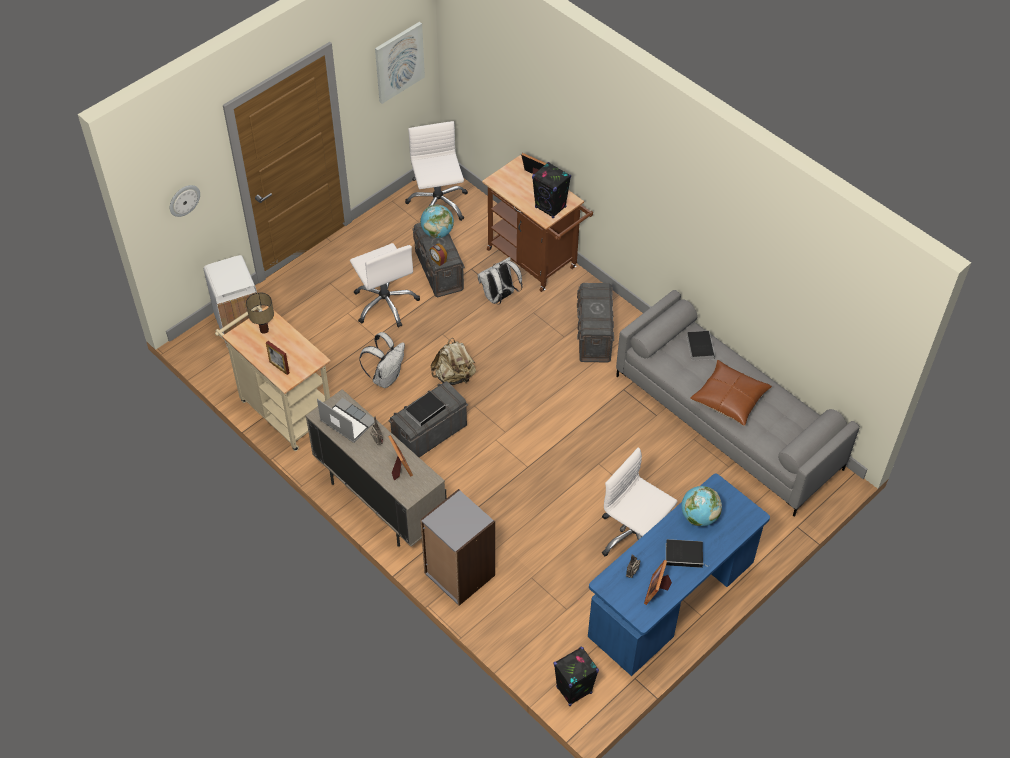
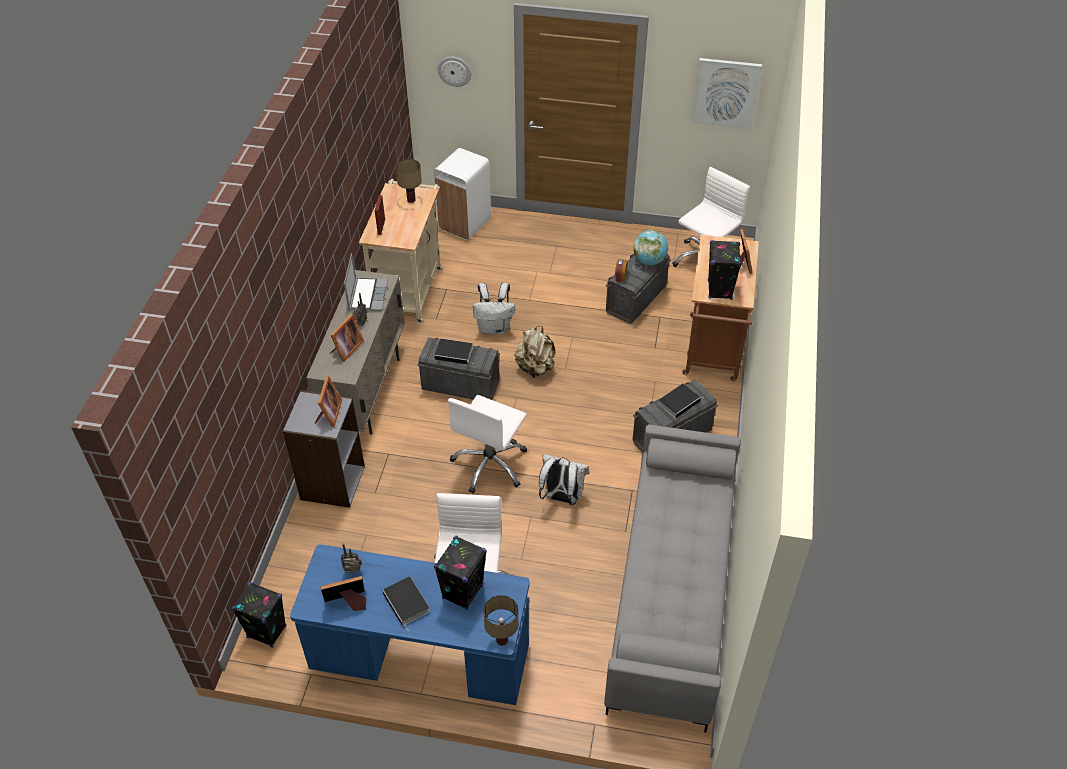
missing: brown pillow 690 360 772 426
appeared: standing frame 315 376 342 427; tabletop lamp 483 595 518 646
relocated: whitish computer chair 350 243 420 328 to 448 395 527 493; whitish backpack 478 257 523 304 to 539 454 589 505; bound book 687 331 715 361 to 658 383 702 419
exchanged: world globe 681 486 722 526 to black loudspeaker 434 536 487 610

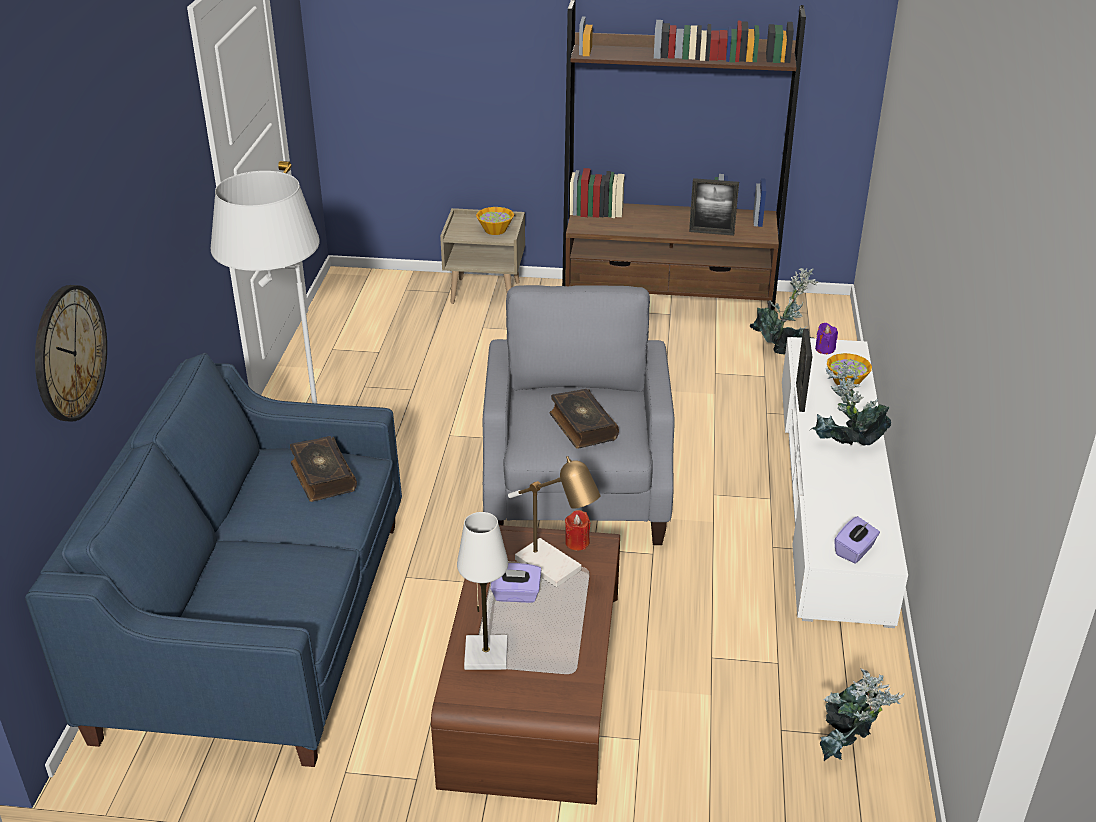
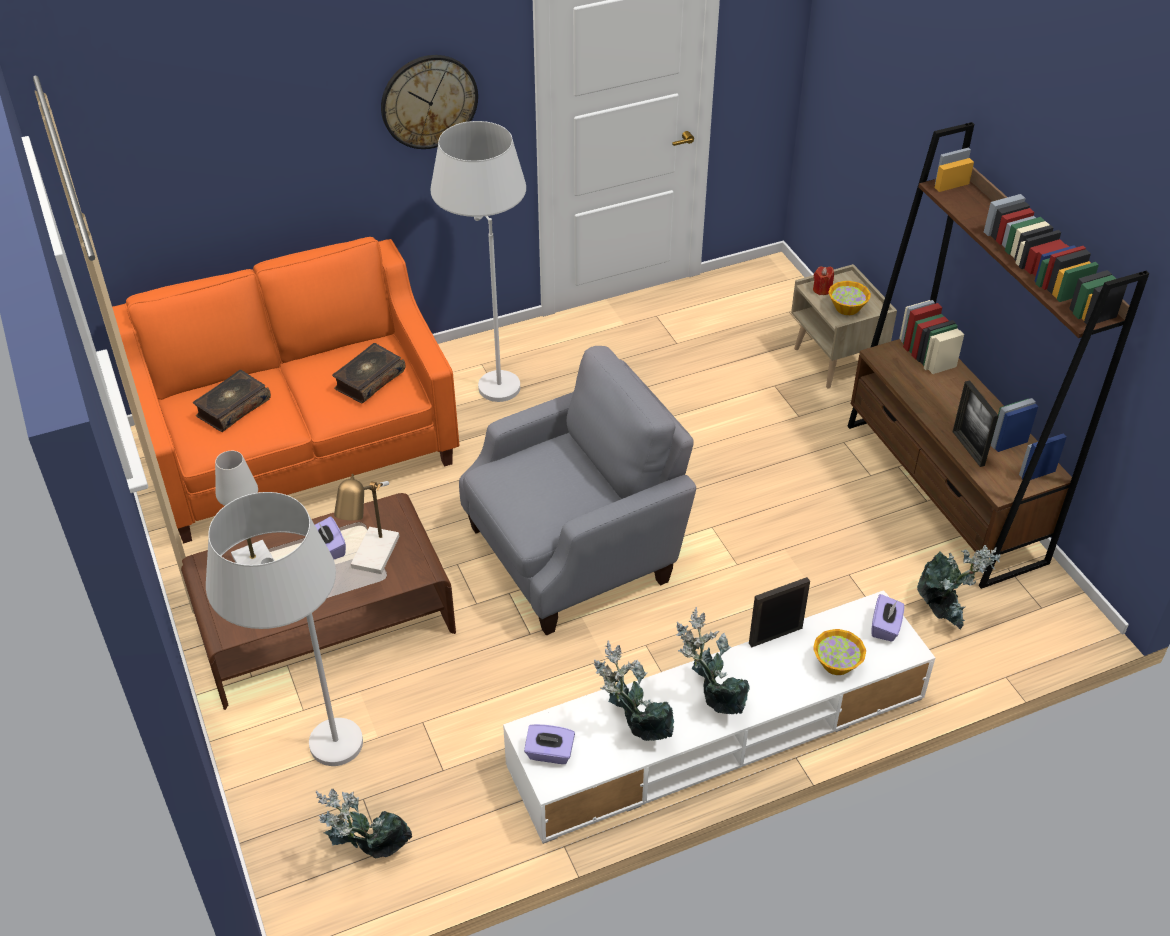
appeared: whitish standing lamp 206 492 363 766; plant in a pot 593 640 674 741
relocated: wall clock 35 285 107 422 to 381 55 478 149; bound book 550 389 619 449 to 193 370 271 432; red-coloured wax light 565 510 590 550 to 813 266 834 295
exchanged: purple wax light 815 323 838 354 to purple box of tissues 871 594 904 642
colour: blue-coloured settee 25 353 402 767 to orange settee 112 237 459 543

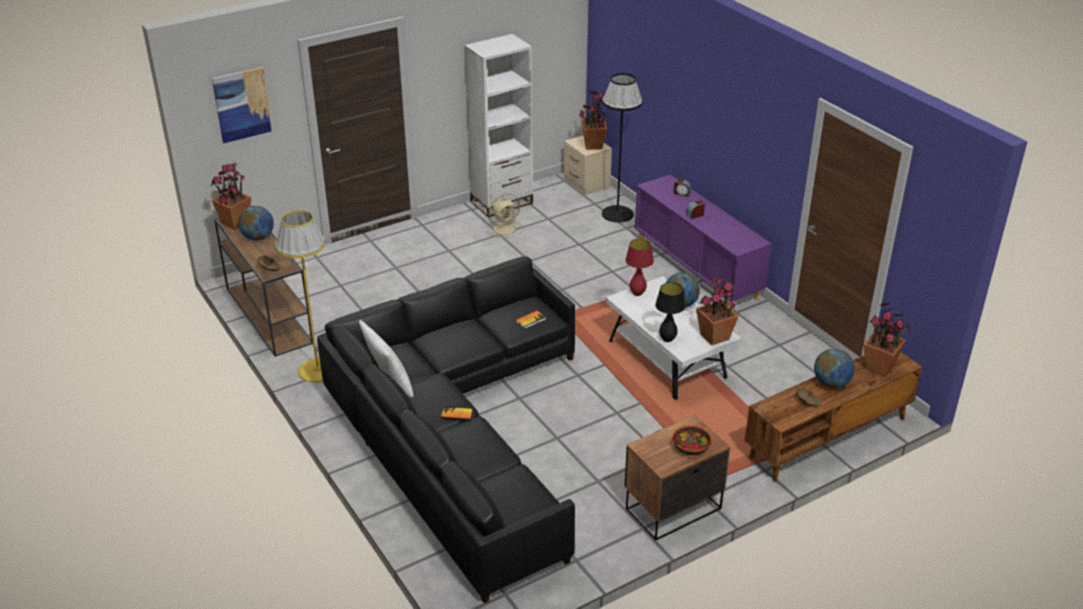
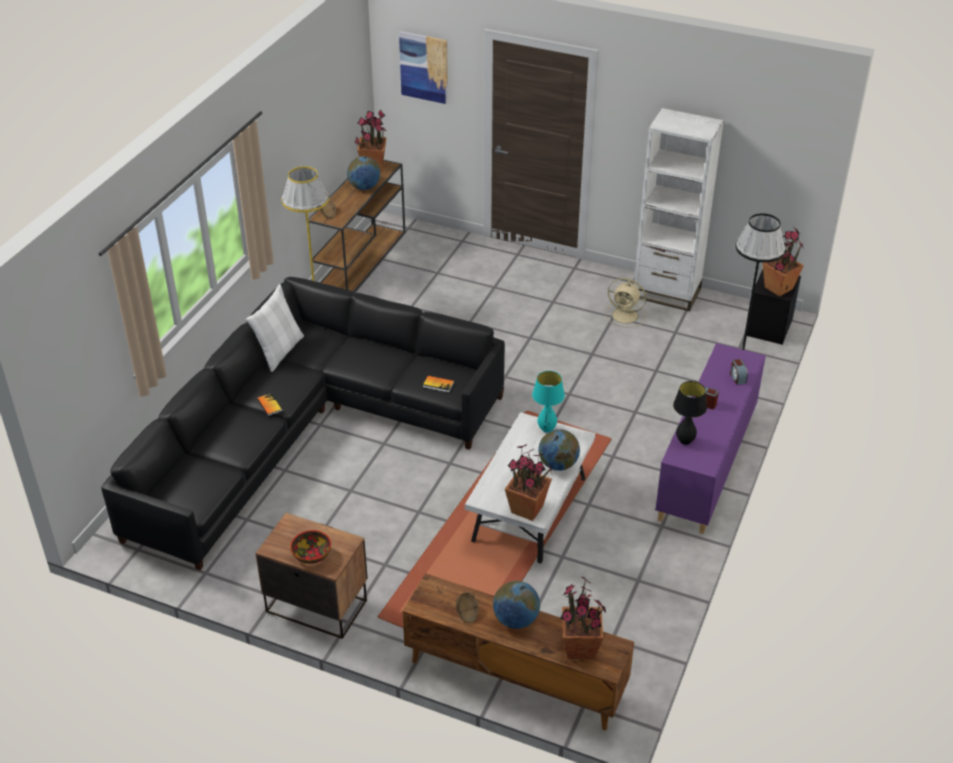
relocated: black tabletop lamp 655 283 685 342 to 673 381 707 445
colour: beige-coloured bedside table 564 135 612 195 to black bedside table 747 269 801 345; red-coloured tabletop lamp 625 239 654 296 to blue-green tabletop lamp 532 371 565 432

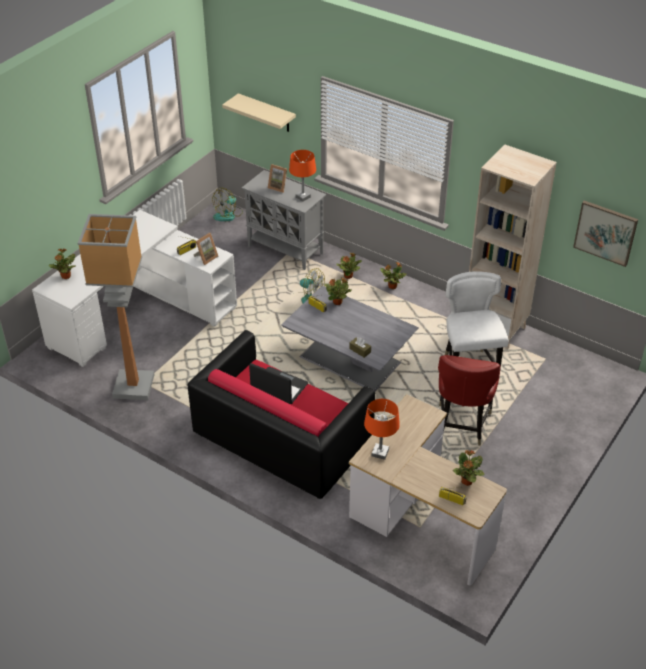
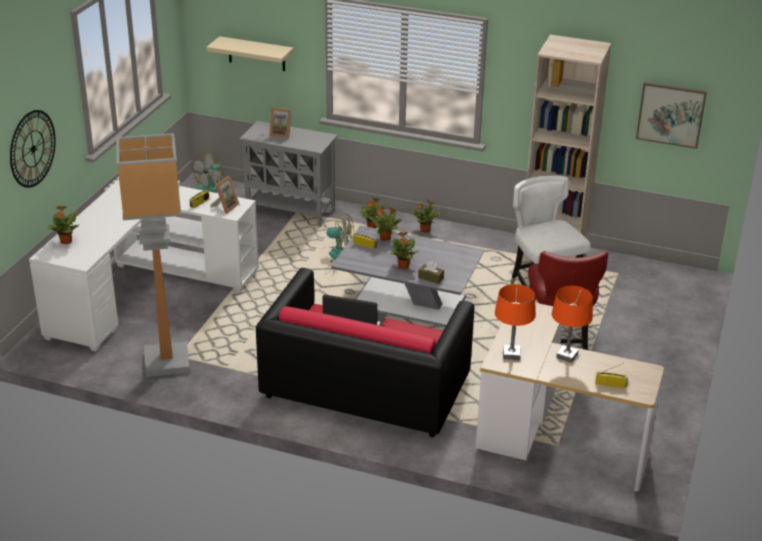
appeared: wall clock 10 110 56 188
relocated: orange tabletop lamp 289 150 316 201 to 551 286 593 363; plant in a pot 453 450 484 486 to 389 232 419 269

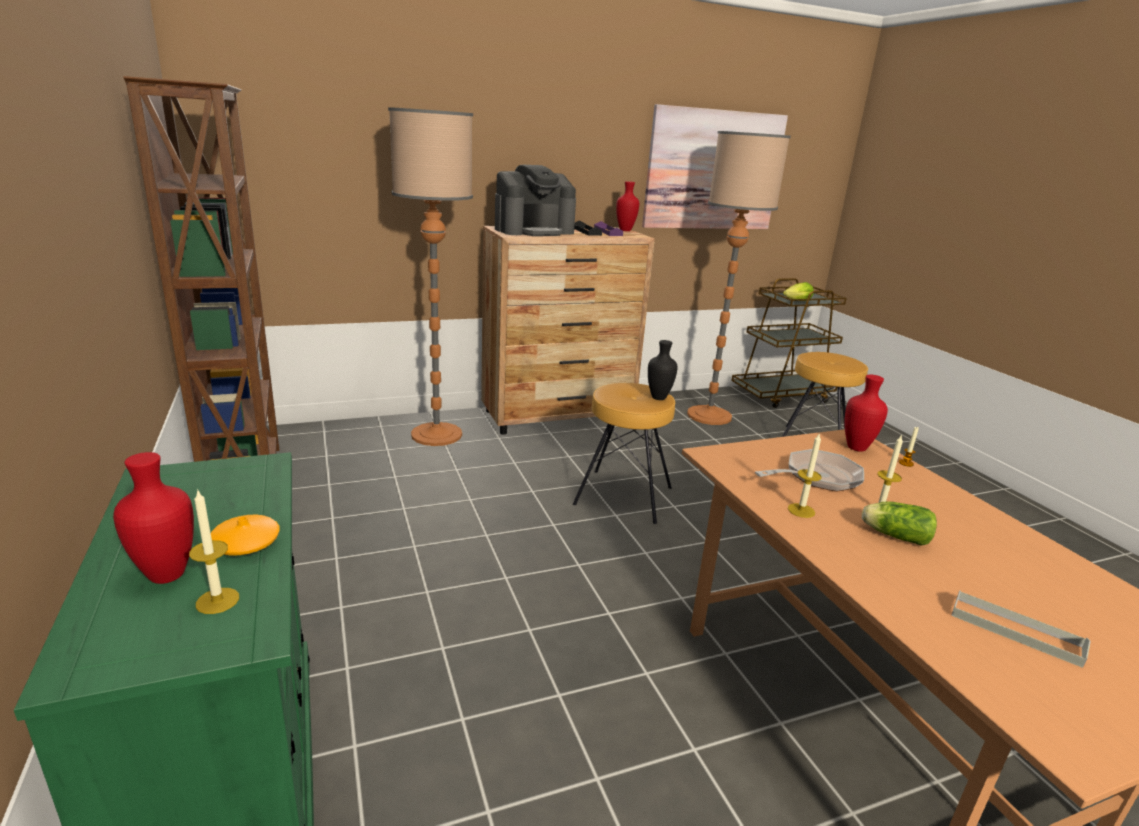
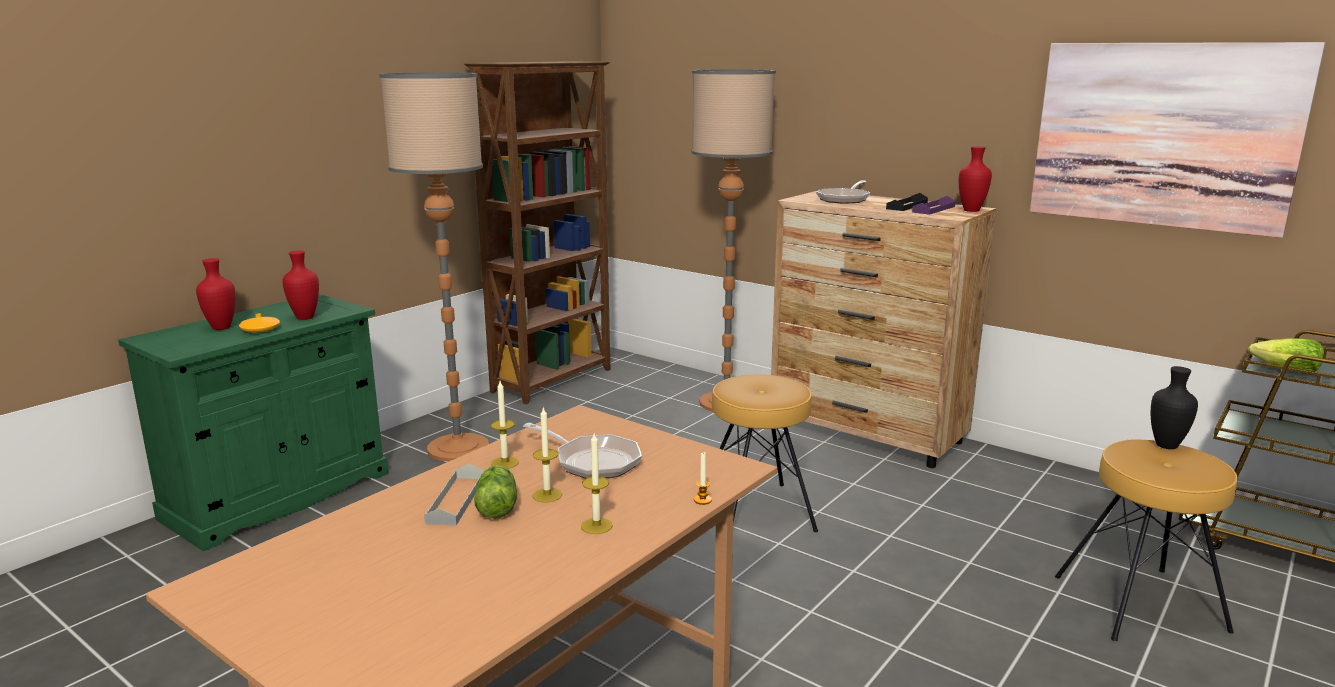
relocated: wax light 189 489 239 614 to 581 433 613 534; black flower vase 648 340 678 400 to 1151 366 1198 449; standing lamp 687 131 791 425 to 379 72 489 461; red-coloured flower vase 844 375 888 452 to 282 251 319 320; greyish carrying tray 951 590 1091 668 to 424 463 484 526
exchanged: coffee maker 495 165 576 236 to skillet 816 180 870 204

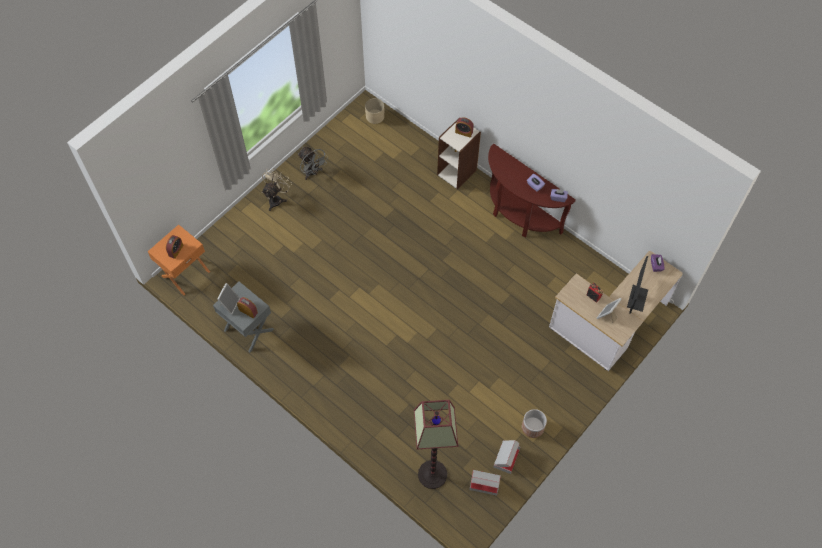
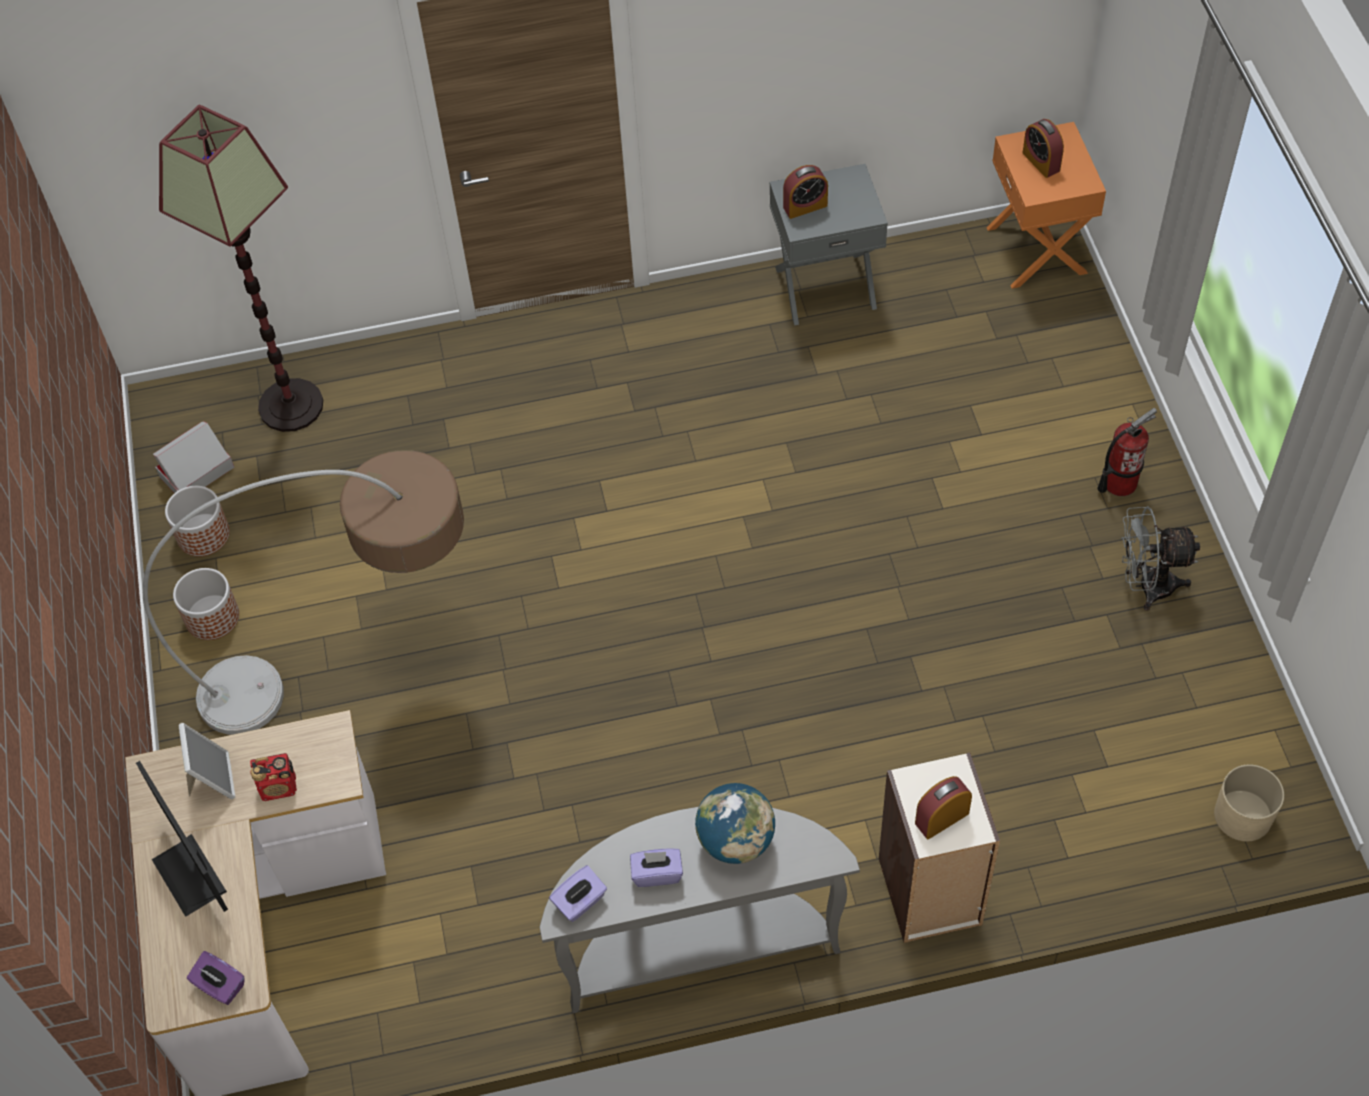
missing: standing frame 217 283 240 315
appeared: standing lamp 143 450 464 735; world globe 695 783 775 864
exchanged: beige-coloured fan 262 168 292 211 to fire-fighting cylinder 1097 408 1157 496; cardboard box 493 440 520 474 to flower pot 165 486 230 557
colour: brown narrow table 488 143 576 237 to greyish narrow table 539 807 860 1013

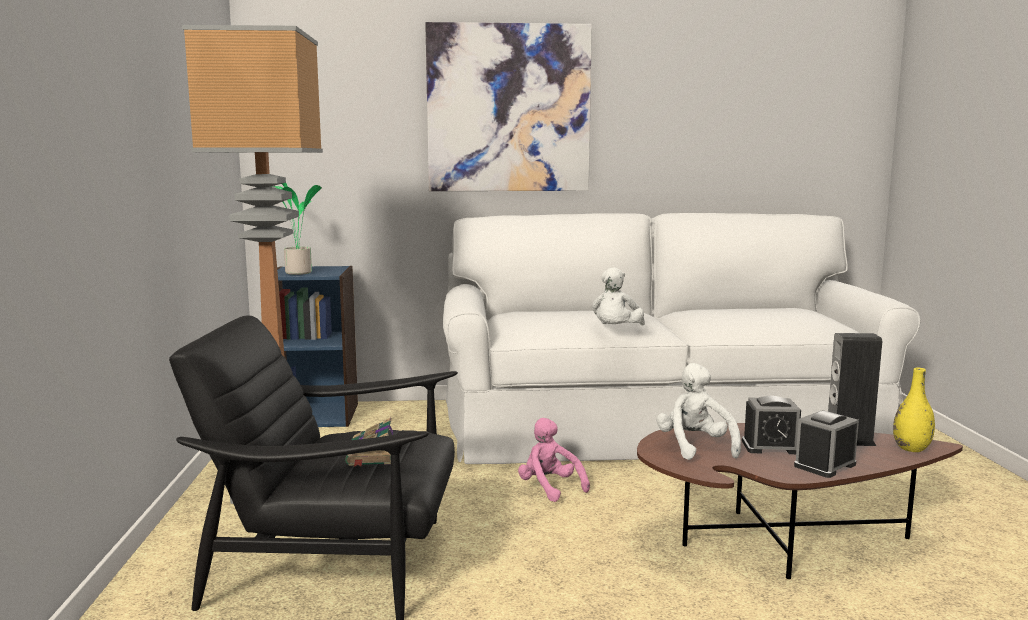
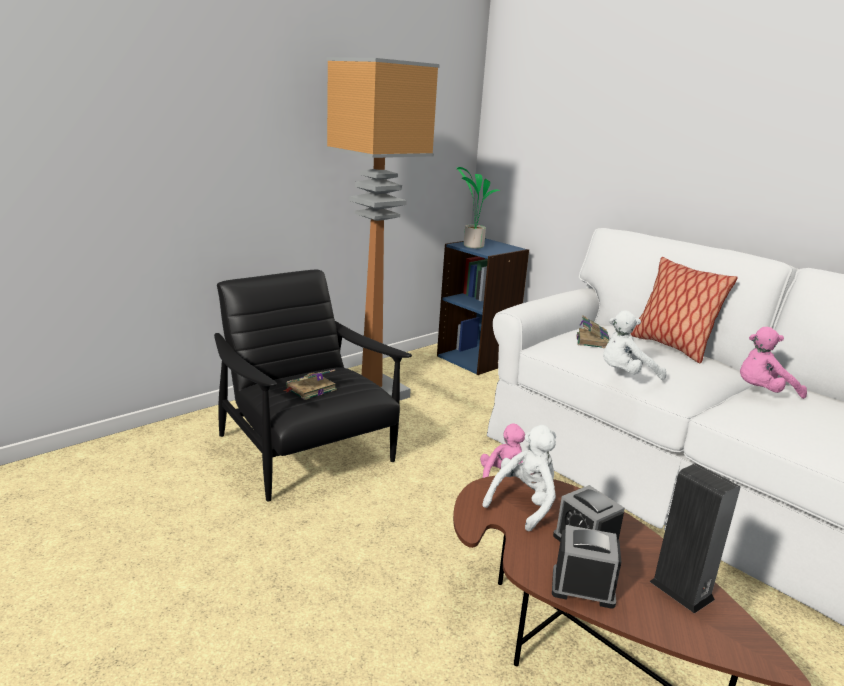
missing: wall picture 425 22 592 191; yellowish flower vase 893 368 935 452
appeared: bound book 576 316 609 348; pillow 631 257 738 363; pink cuddly toy 740 327 807 399

